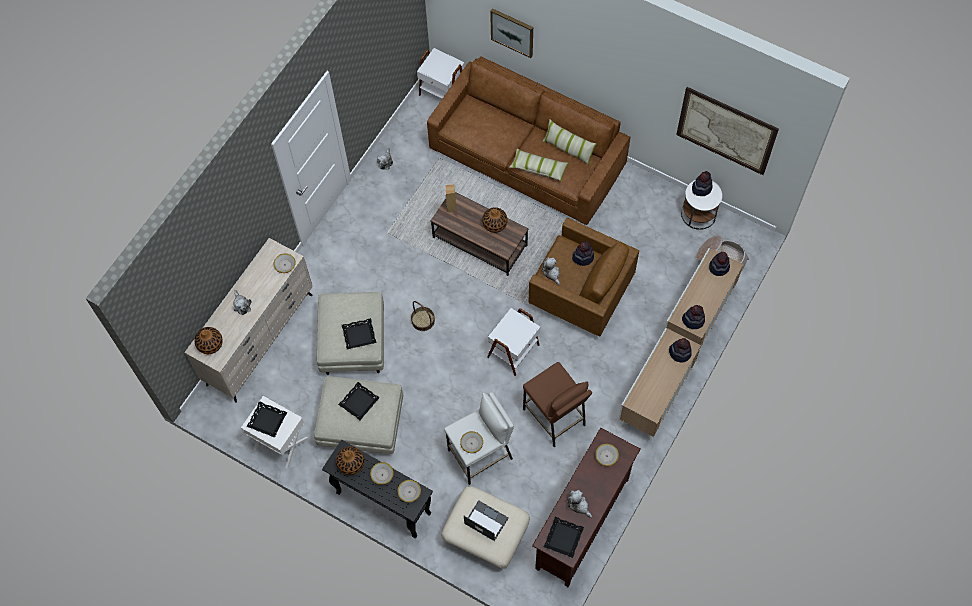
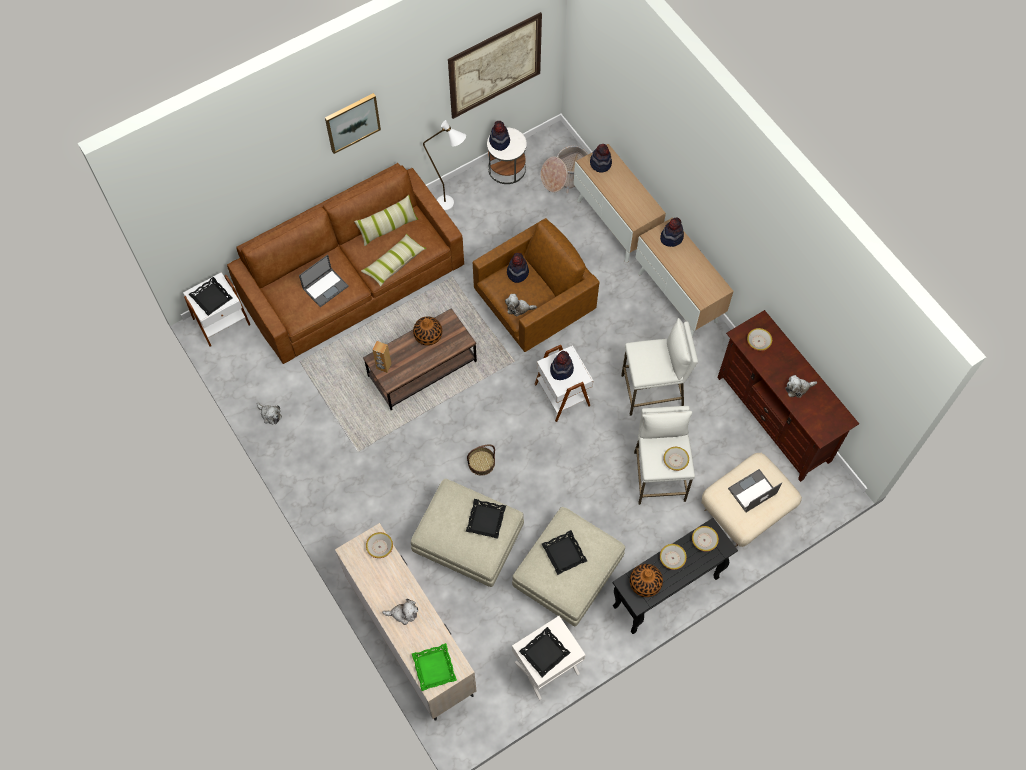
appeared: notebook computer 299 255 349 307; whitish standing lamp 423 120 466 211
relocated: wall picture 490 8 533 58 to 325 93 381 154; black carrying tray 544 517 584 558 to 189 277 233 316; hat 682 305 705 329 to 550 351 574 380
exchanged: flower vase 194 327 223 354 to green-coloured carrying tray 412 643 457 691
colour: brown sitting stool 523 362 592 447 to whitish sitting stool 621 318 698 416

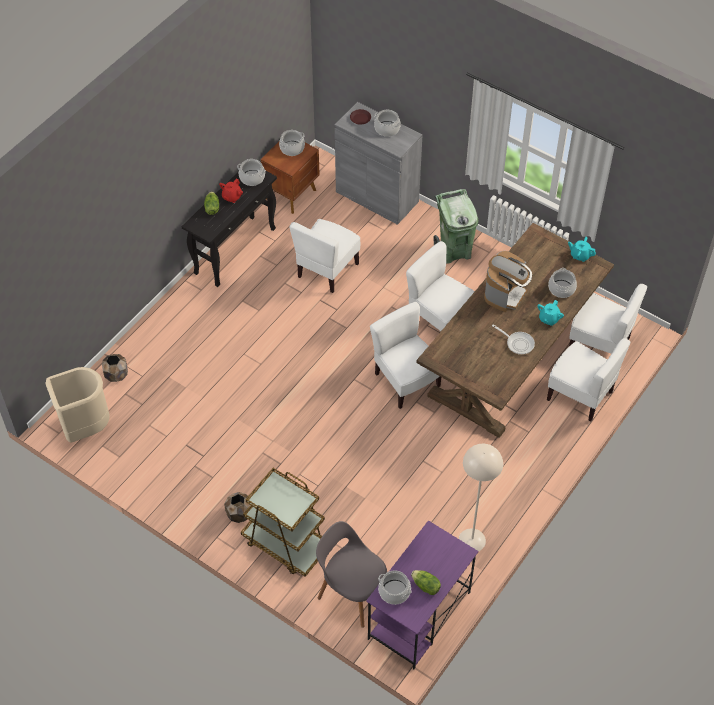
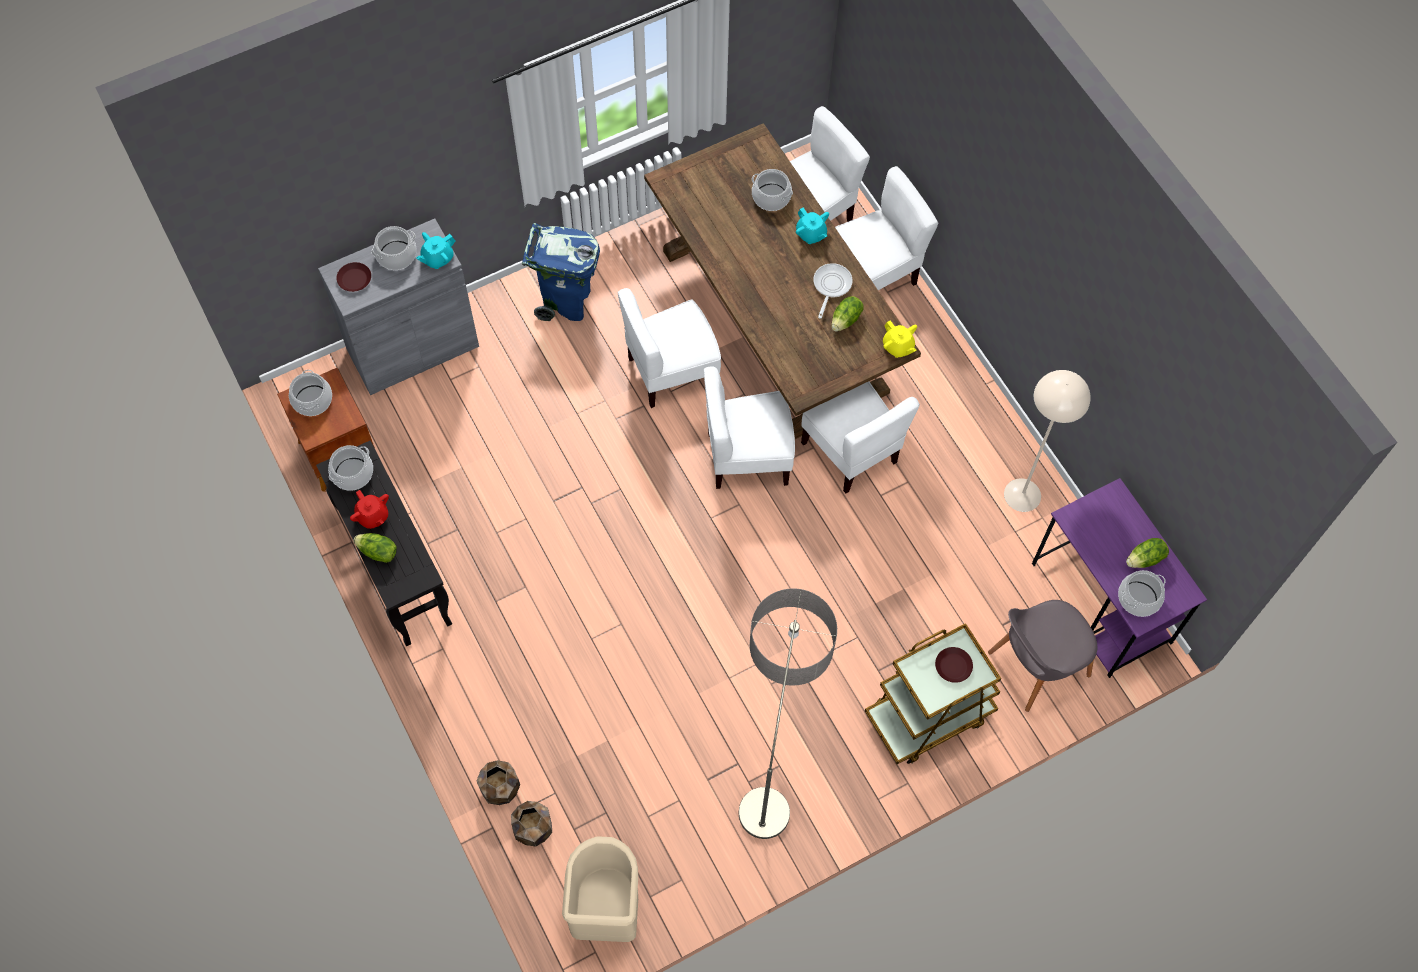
missing: coffee maker 484 251 532 312
appeared: standing lamp 739 588 837 839; lettuce head 831 296 864 332; yellowish teapot 883 320 917 358; brown plate 935 647 973 683
relocated: brown flower pot 224 492 252 523 to 476 760 520 805; whitish upright chair 290 219 360 293 to 801 381 920 494; blue-green teapot 568 237 596 262 to 416 232 456 269
colour: green-coloured rubbish bin 433 189 479 264 to blue-coloured rubbish bin 522 223 600 321
spun: skillet 492 324 535 355 = 813 263 852 319 45 degrees counterclockwise

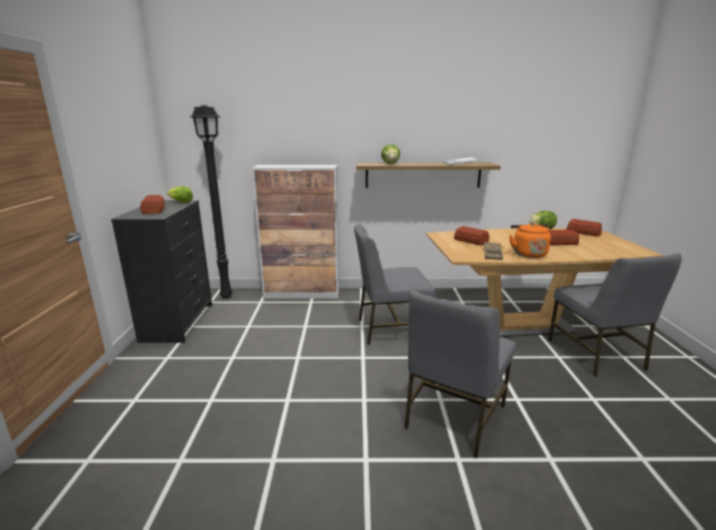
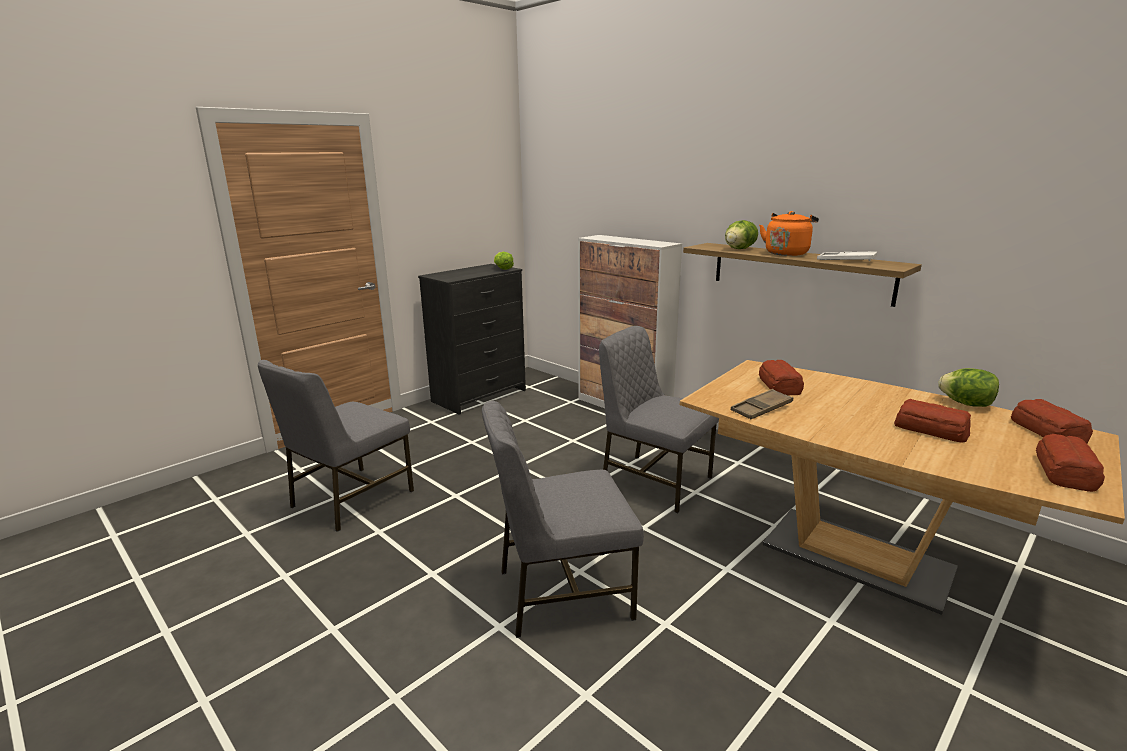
missing: black standing lamp 190 105 233 299
relocated: bread 140 195 165 214 to 1036 434 1105 492; orange water kettle 509 223 551 258 to 759 211 819 256; greyish upright chair 548 253 682 377 to 258 360 414 532

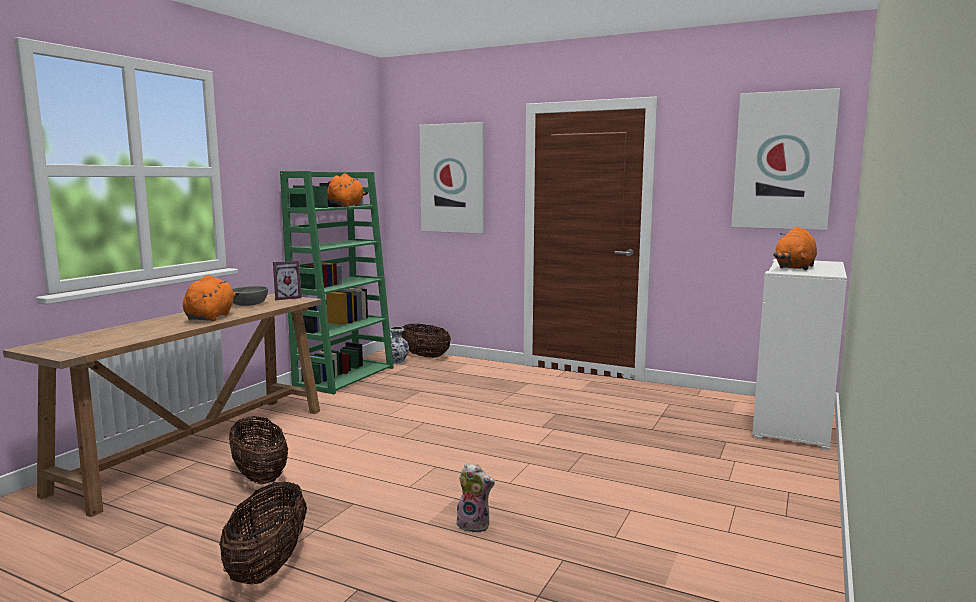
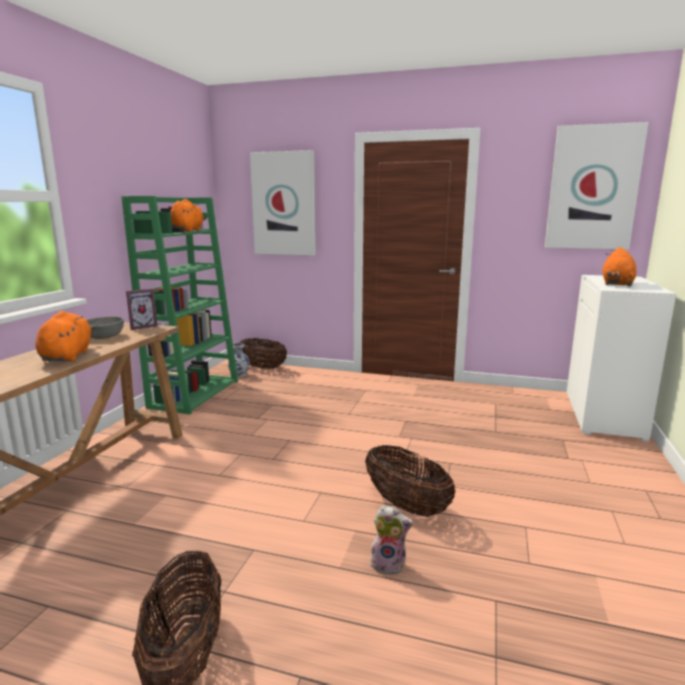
relocated: household basket 229 416 288 485 to 365 445 456 517

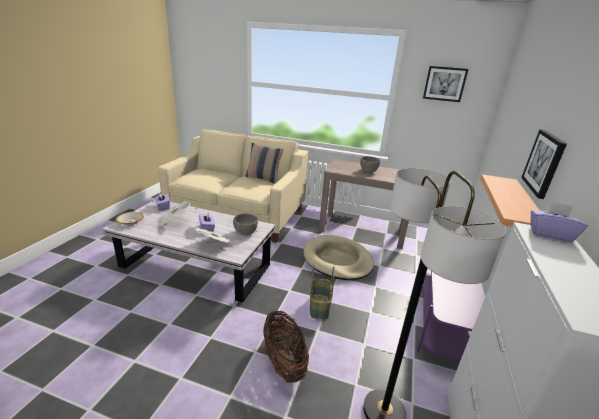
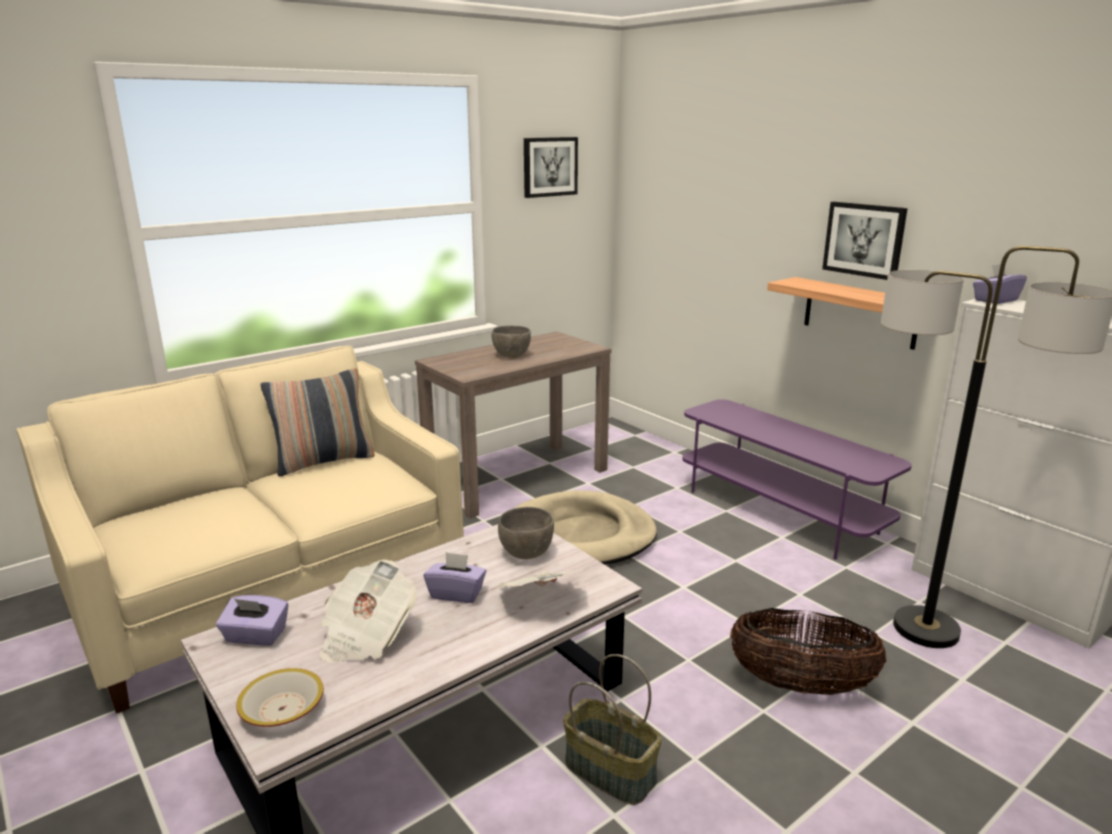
relocated: household basket 310 265 335 319 to 563 654 662 805

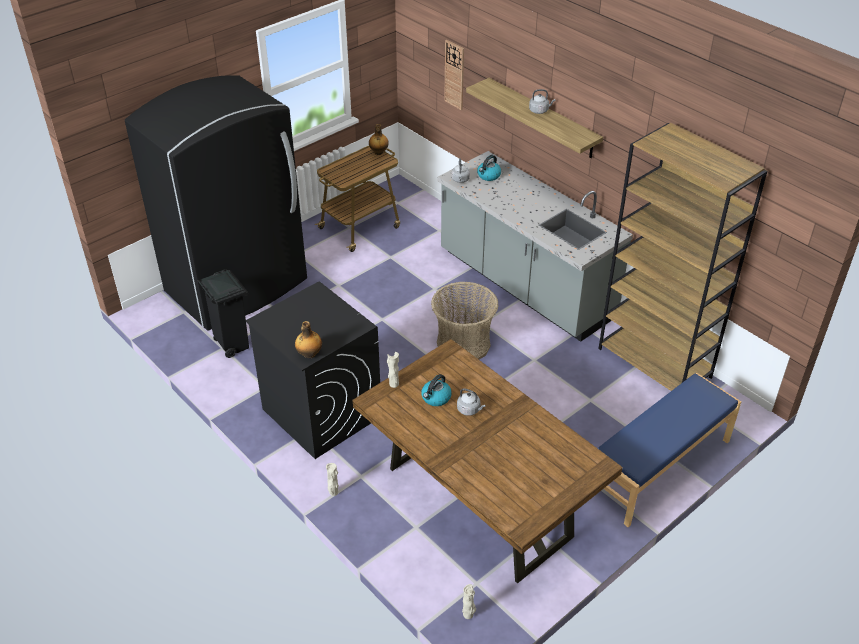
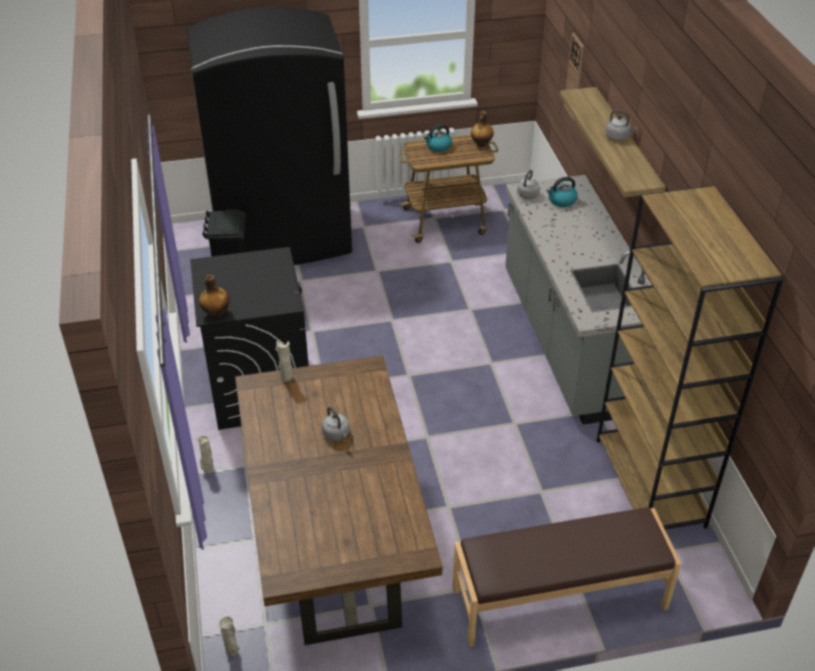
missing: household basket 431 282 499 359
relocated: water kettle 421 374 452 406 to 424 124 452 152
colour: blue-coloured bench 598 373 741 527 to brown bench 452 507 681 647

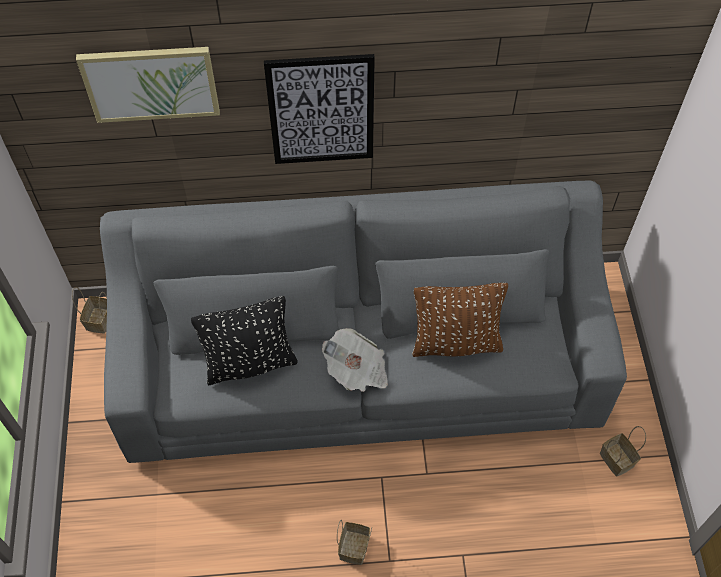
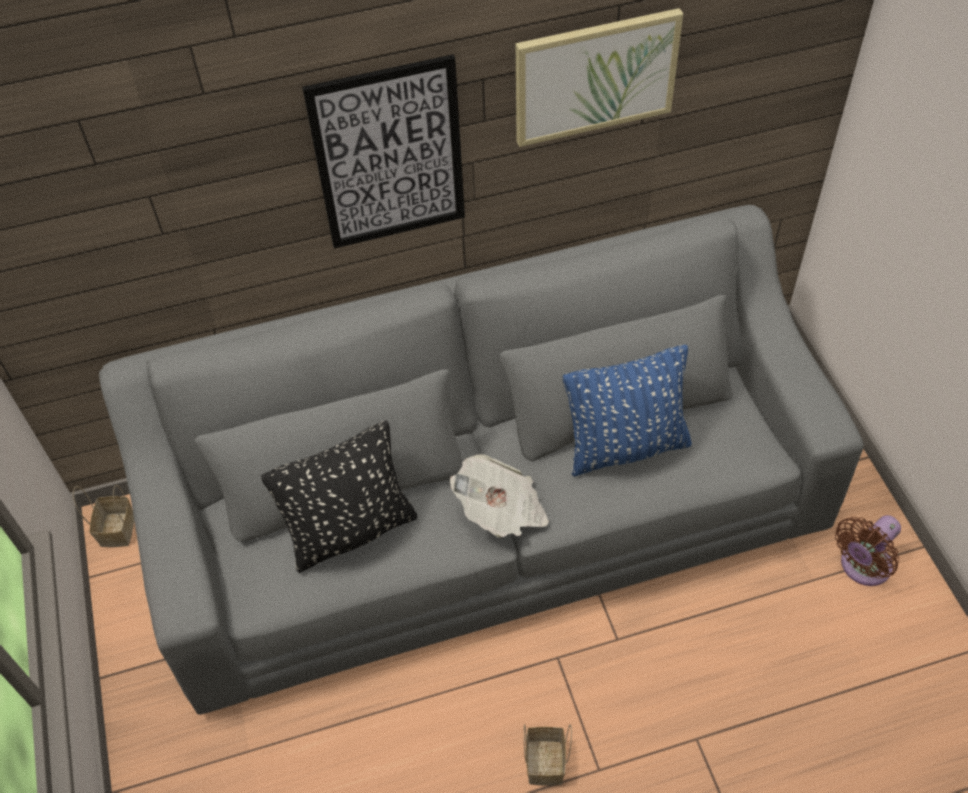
relocated: wall picture 76 47 220 123 to 516 8 683 147
exchanged: household basket 600 426 646 476 to brown fan 835 515 901 586
colour: brown pillow 412 283 508 357 to blue-coloured pillow 563 344 692 477

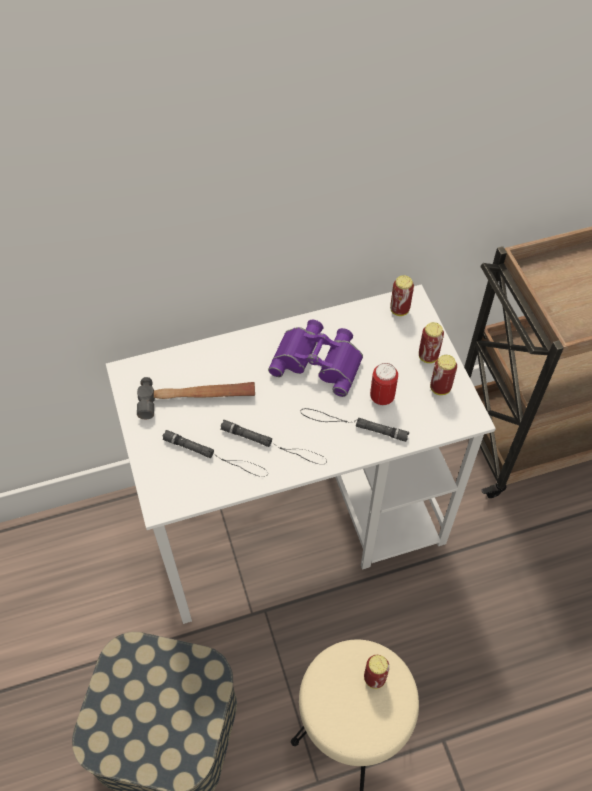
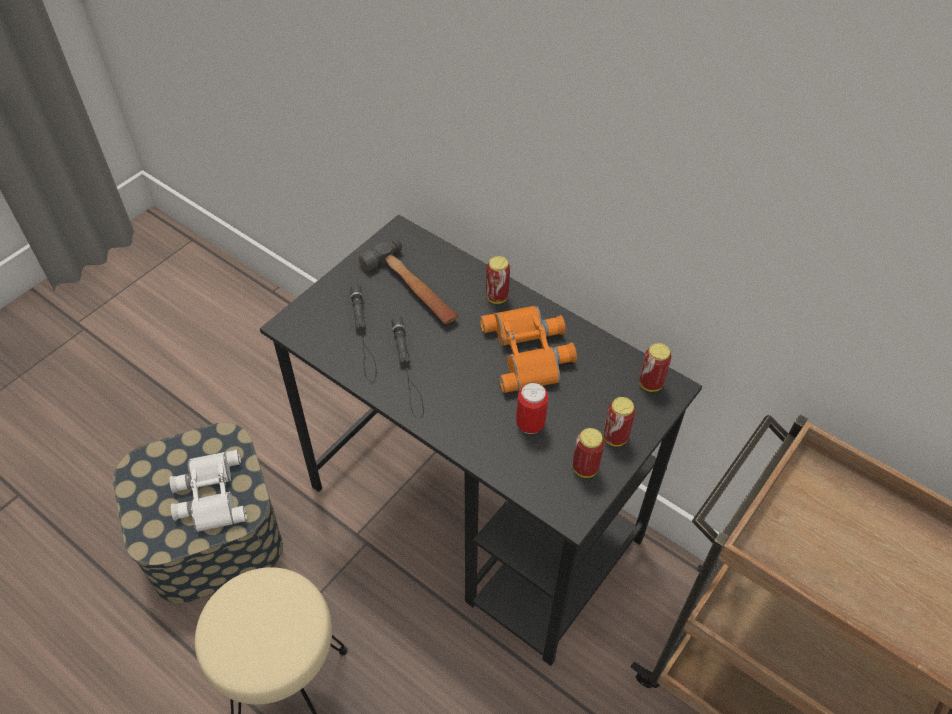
missing: black torch 300 408 409 442
appeared: whitish binoculars 169 450 247 532
relocated: can 364 655 390 689 to 486 256 510 304
colour: whitish desk 106 284 496 624 to black desk 260 214 702 666; purple binoculars 268 320 363 397 to orange binoculars 480 306 577 393

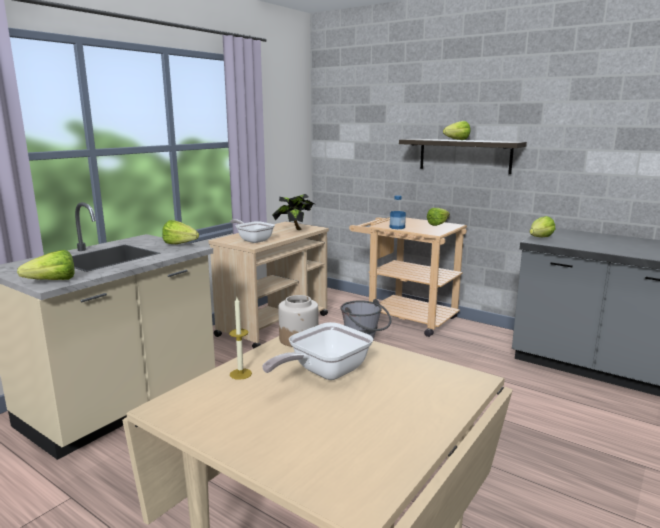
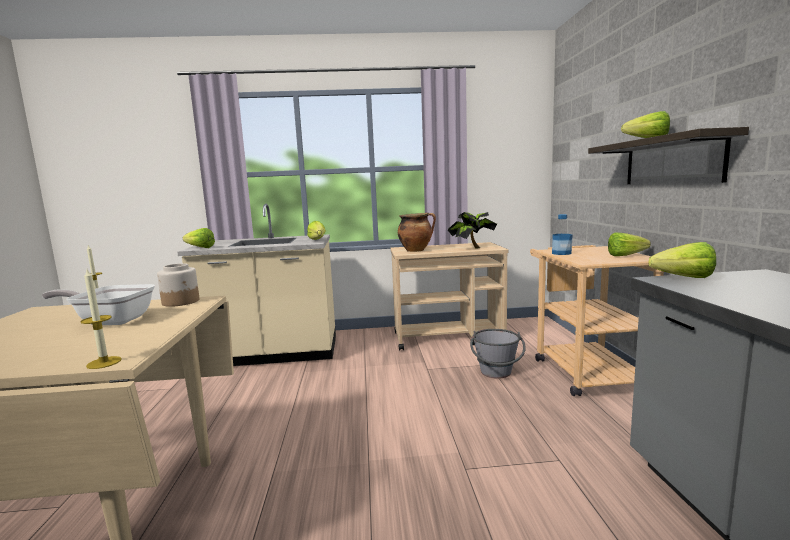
appeared: wax light 80 269 122 369
exchanged: skillet 230 219 275 243 to stockpot 398 213 436 252

